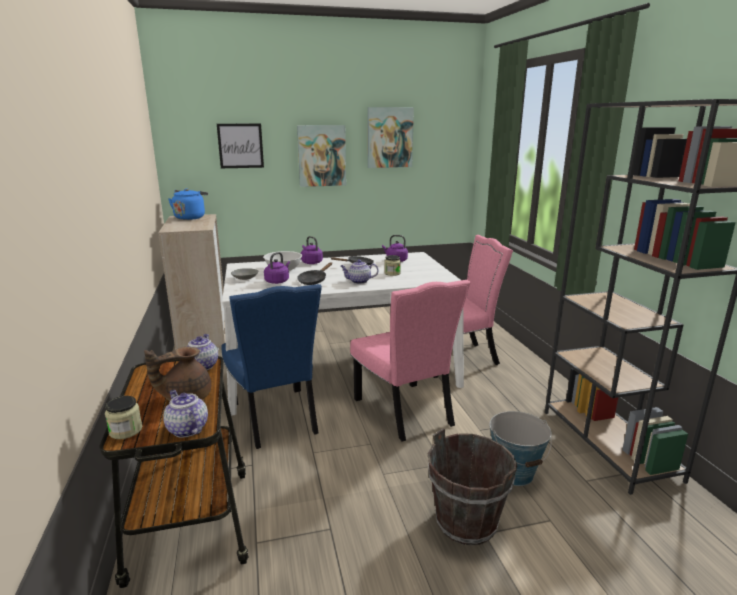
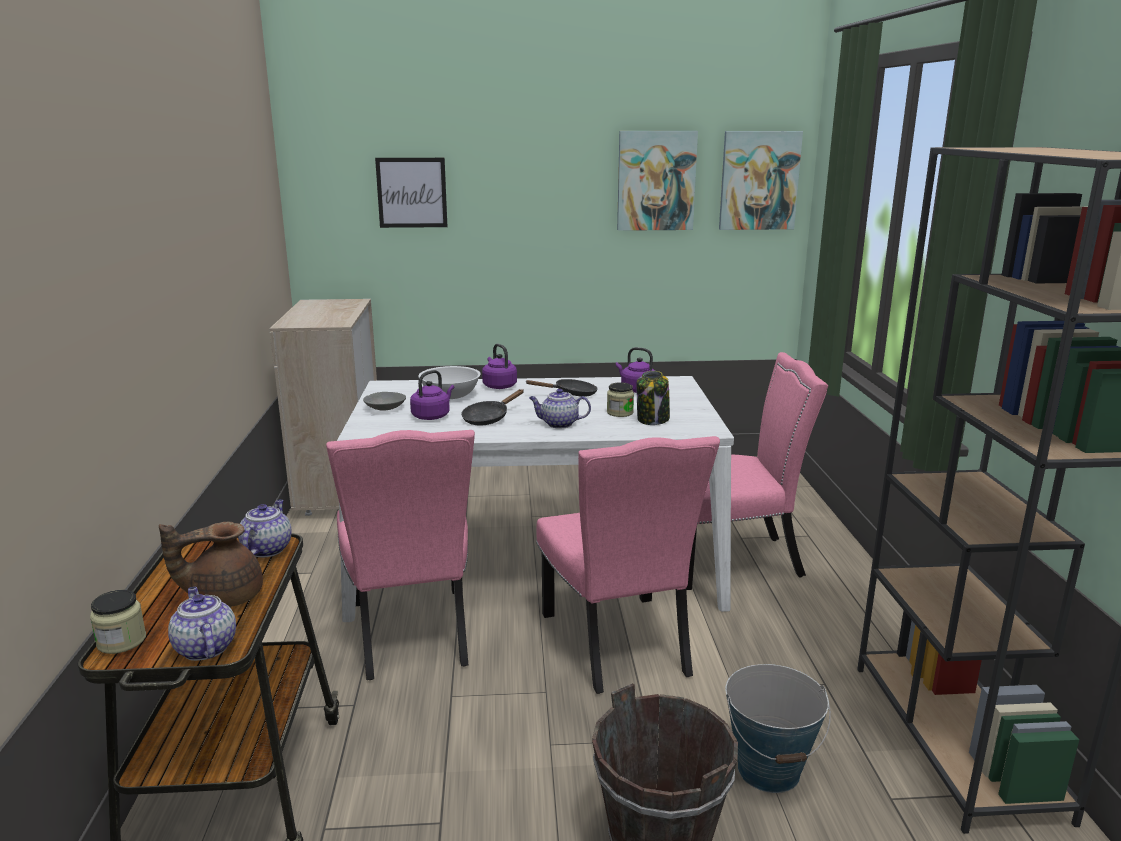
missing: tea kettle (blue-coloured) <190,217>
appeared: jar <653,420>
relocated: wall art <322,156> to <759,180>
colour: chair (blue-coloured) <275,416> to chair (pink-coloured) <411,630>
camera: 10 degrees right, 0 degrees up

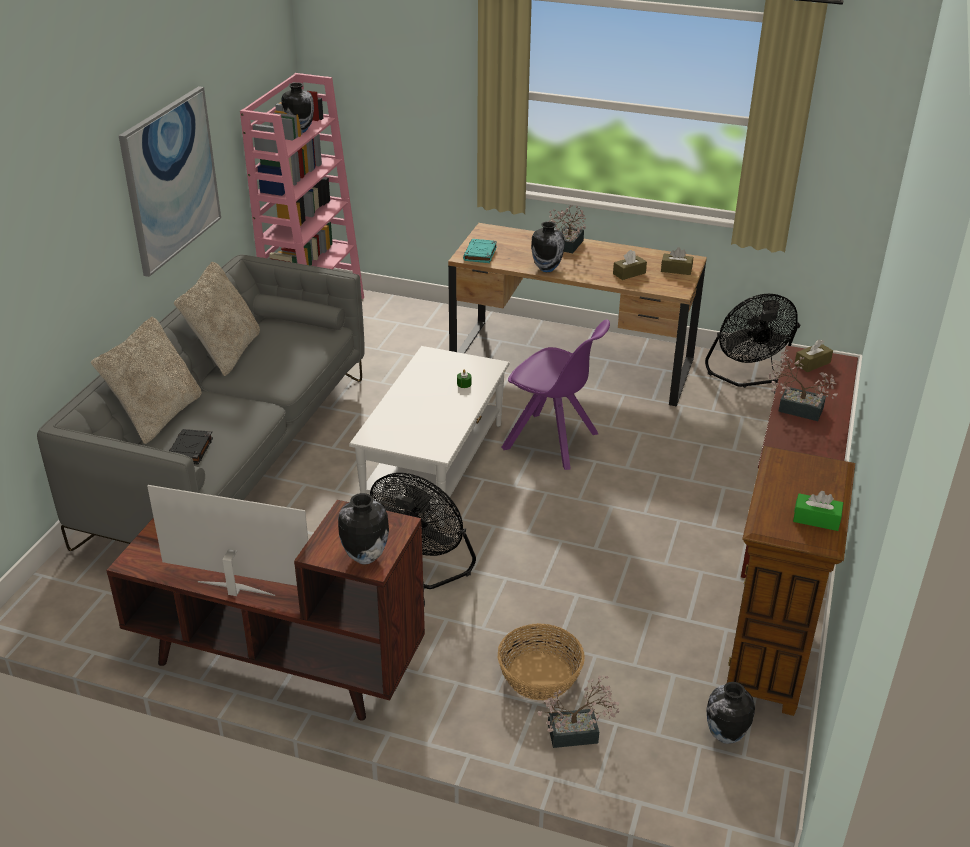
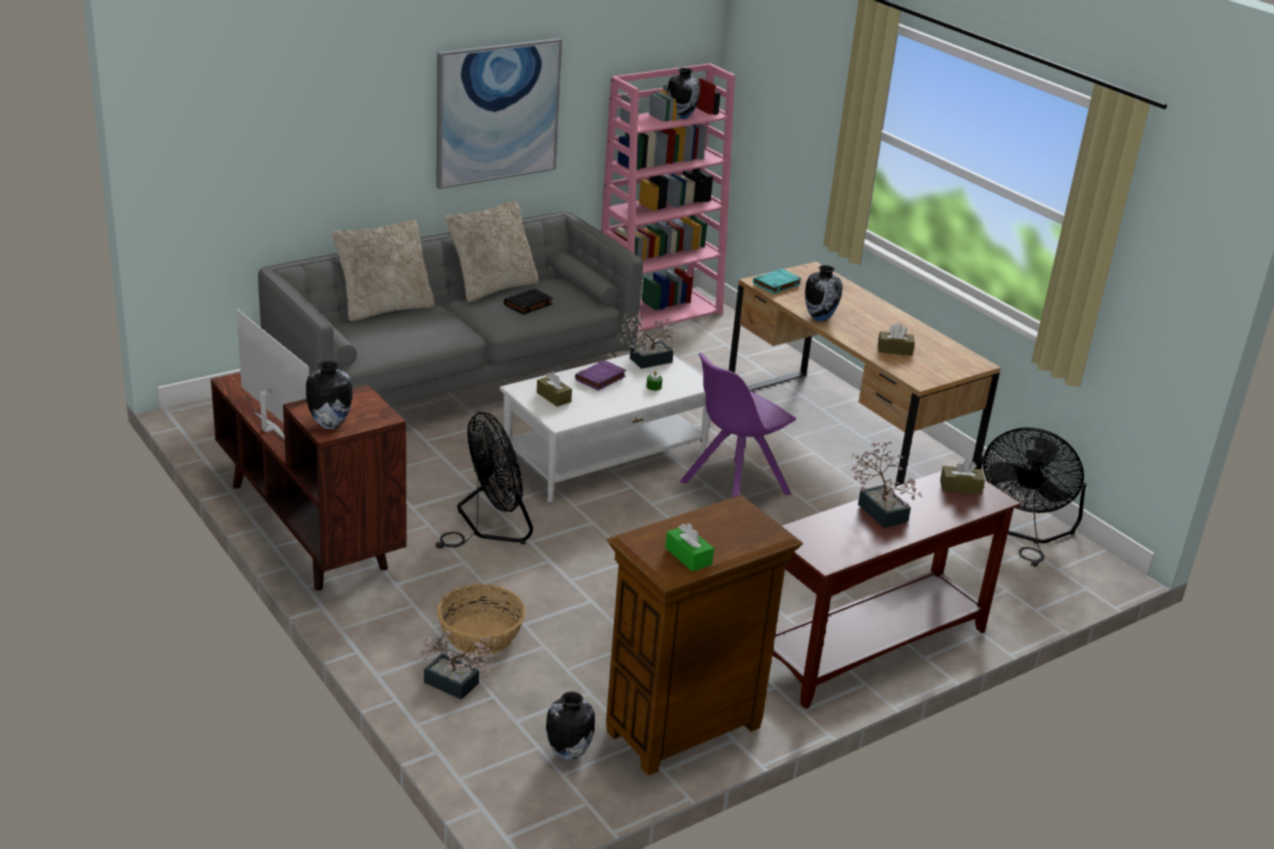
appeared: bound book (purple-coloured) <600,378>
relocated: bound book (black) <190,450> to <528,305>; tissue holder (brown-coloured) <676,270> to <553,397>; houseplant <566,246> to <646,361>
spun: chair (purple-coloured) <552,442> = <733,488> 75 degrees clockwise
camera: 35 degrees right, 5 degrees down

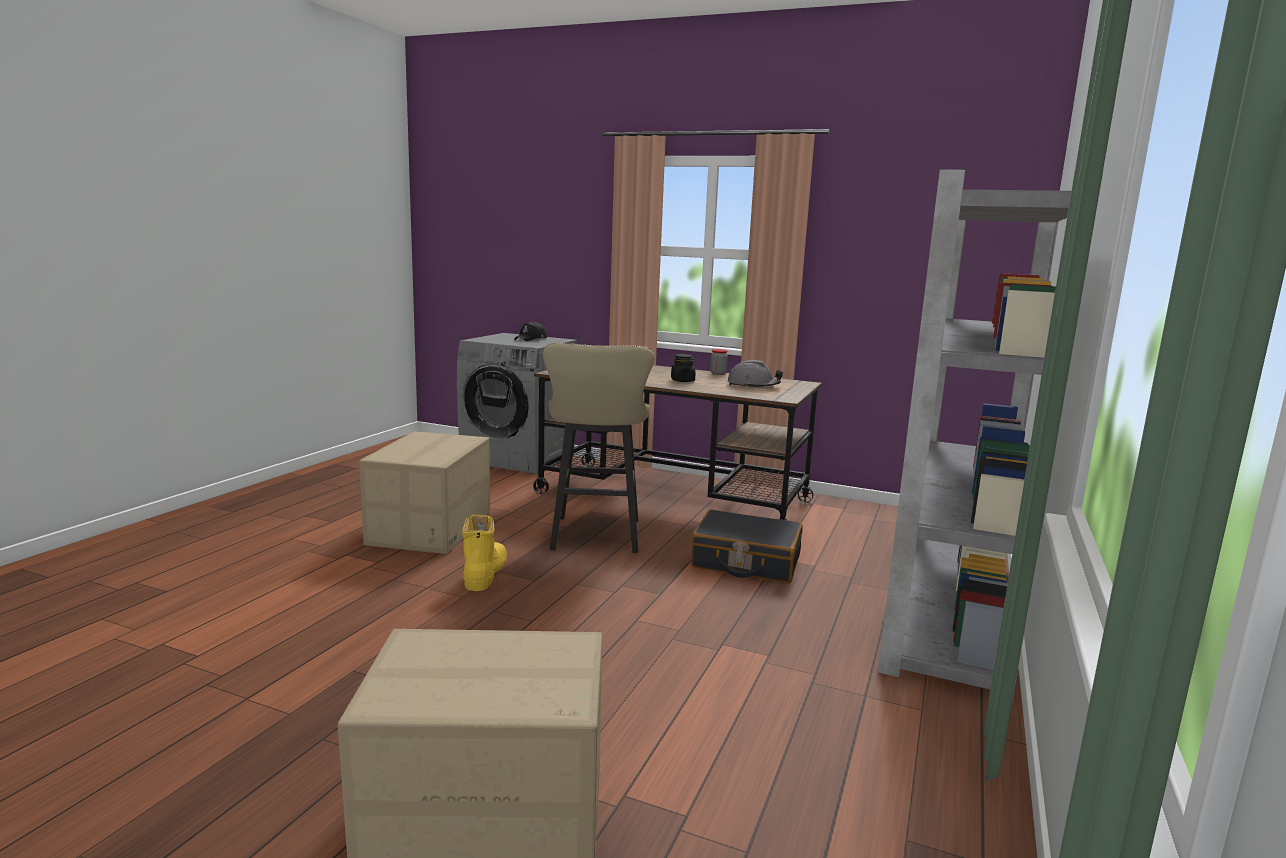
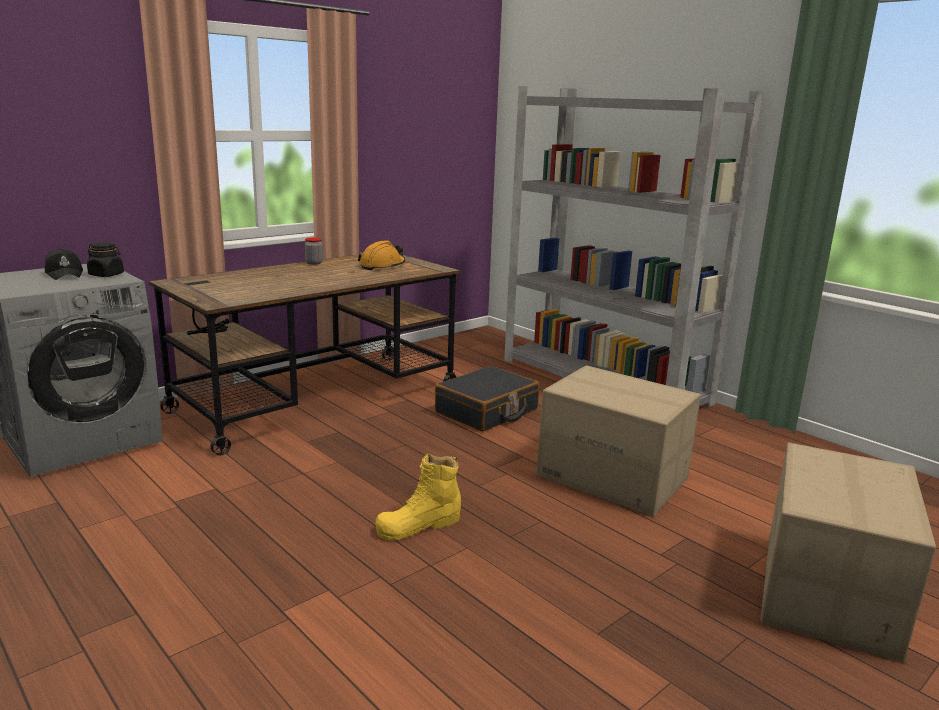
missing: sitting stool (beige-coloured) <595,539>
relocated: jar (black) <682,380> to <106,275>; packing box <431,529> to <613,477>
colour: work helmet (greyish) <753,386> to work helmet (orangey) <382,266>
spun: boot (yellow) <485,573> = <419,525> 60 degrees counterclockwise
camera: 65 degrees left, 5 degrees up

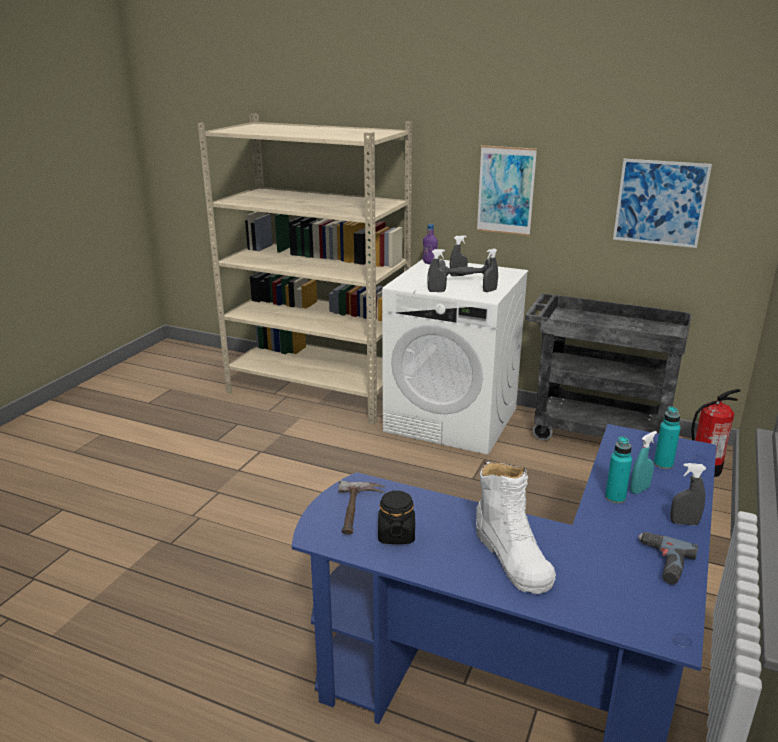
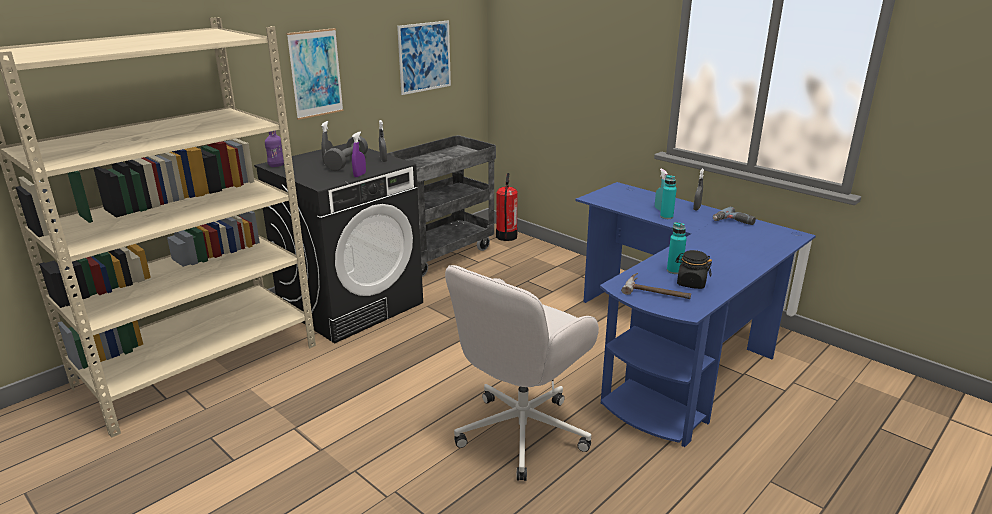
missing: boot (whitish) <512,557>
appeared: computer chair (whitish) <522,433>
relocated: bottle (turquoise) <663,464> to <674,271>
colour: laundry machine (whitish) <452,420> to laundry machine (black) <351,304>; sprayer (greyish) <436,291> to sprayer (purple-coloured) <359,175>
camera: 70 degrees left, 0 degrees up

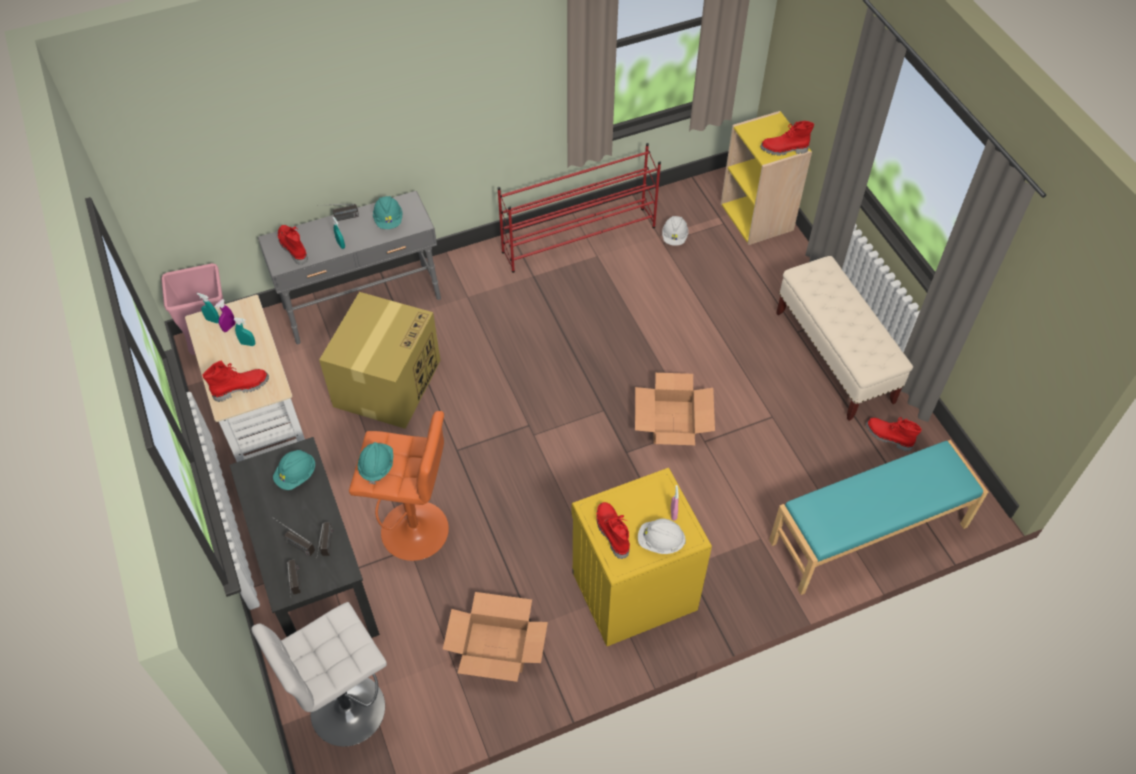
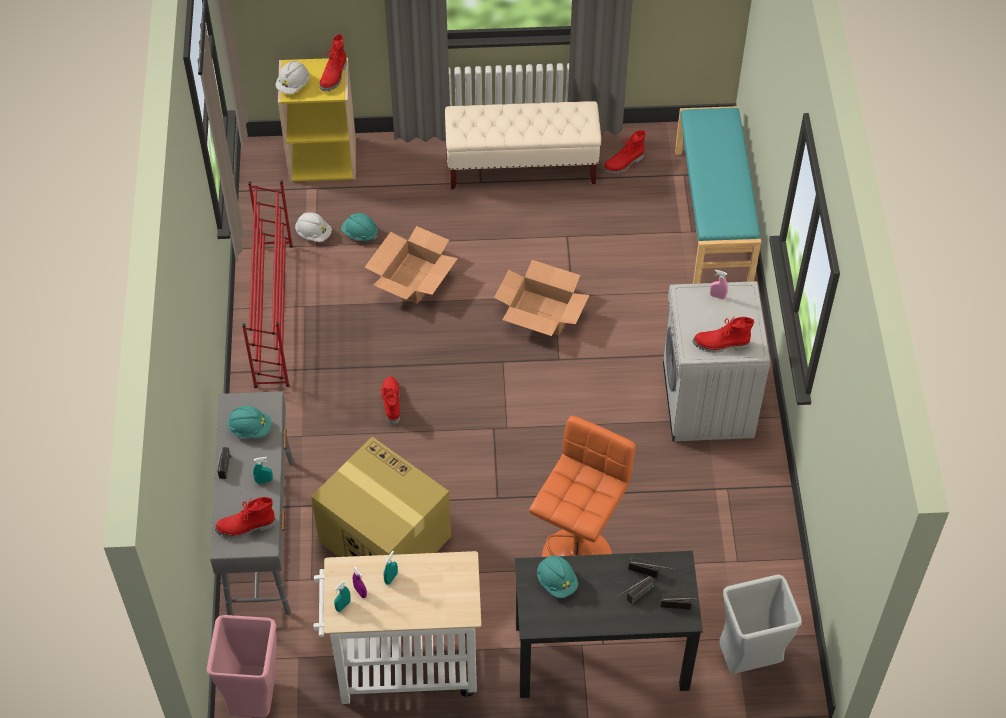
relocated: work helmet (whitish) <660,542> to <293,85>; work helmet (turquoise) <376,466> to <360,233>; packing box <496,647> to <412,278>; boot (red) <241,387> to <391,403>
exchanged: sitting stool (whitish) <346,709> to waste bin (greyish) <748,660>
colour: laundry machine (yellow) <632,589> to laundry machine (whitish) <705,401>
camera: 70 degrees left, 0 degrees up

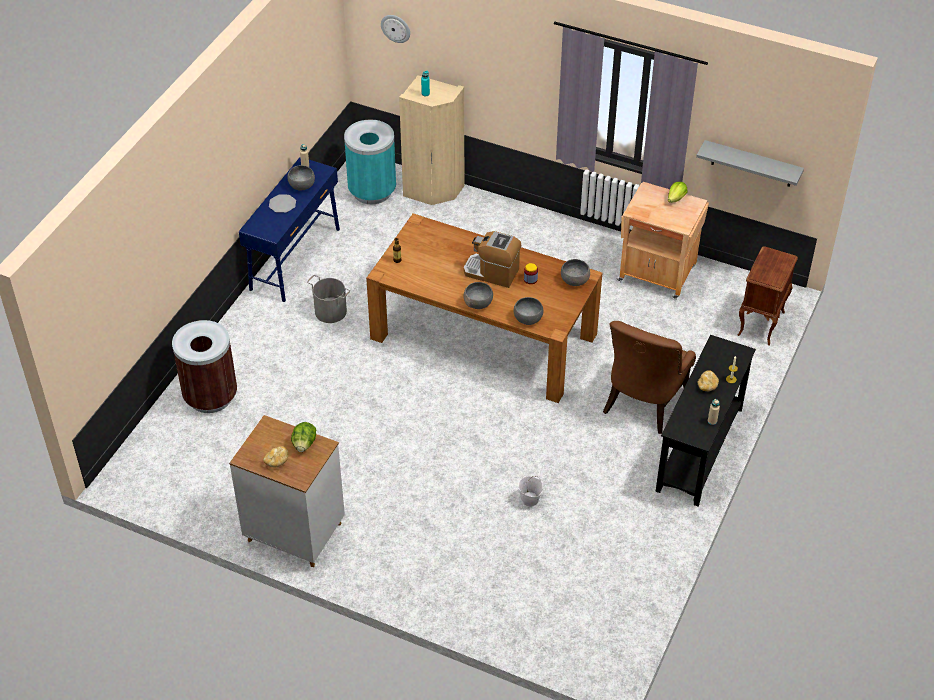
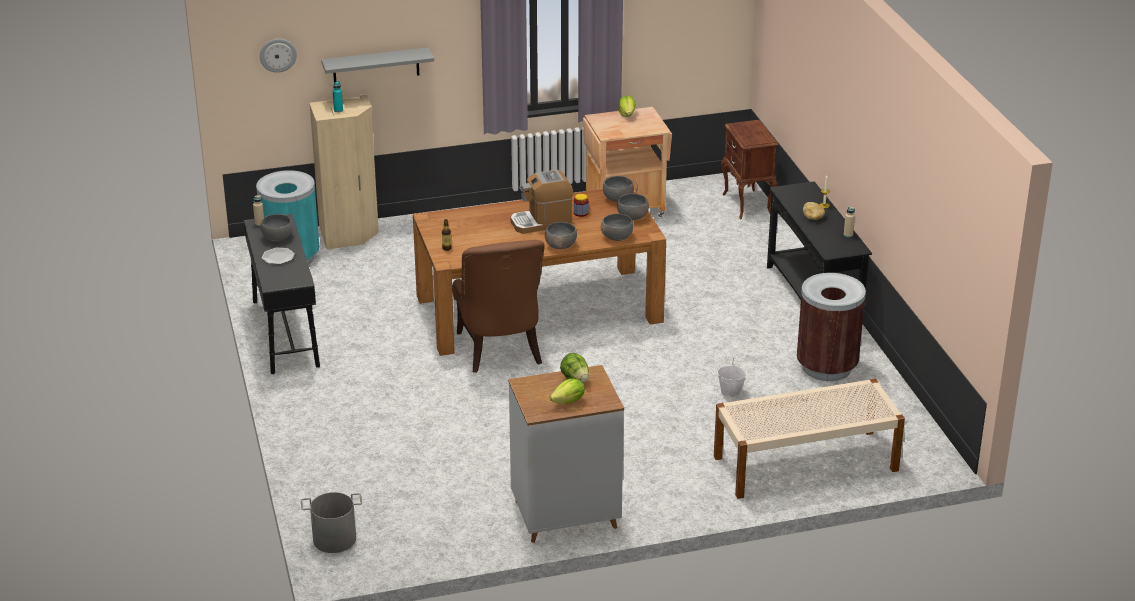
appeared: deep dish (greyish) <632,216>; indoor bench (beige-coloured) <805,464>
relocated: bucket (greyish) <331,311> to <334,538>; shelf (greyish) <752,164> to <376,66>; chair (brown-coloured) <644,401> to <500,349>; waste bin (brown-coloured) <211,396> to <827,367>
exchanged: bakery bread <276,461> to lettuce <568,401>
colour: hall table (blue-coloured) <296,259> to hall table (black) <286,334>
camera: 40 degrees left, 15 degrees down

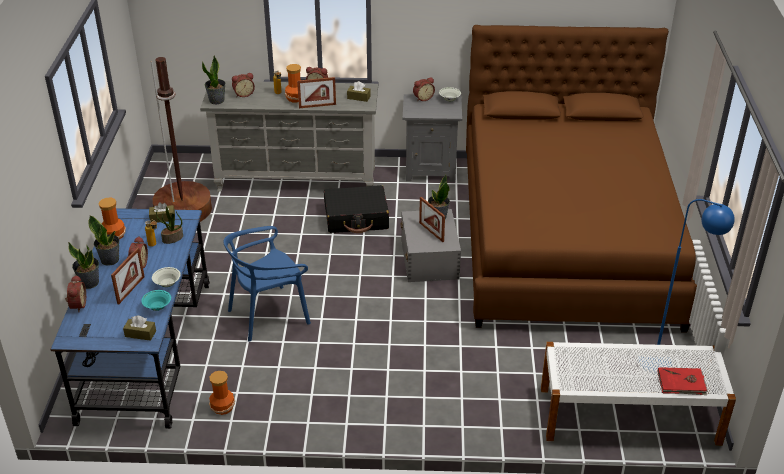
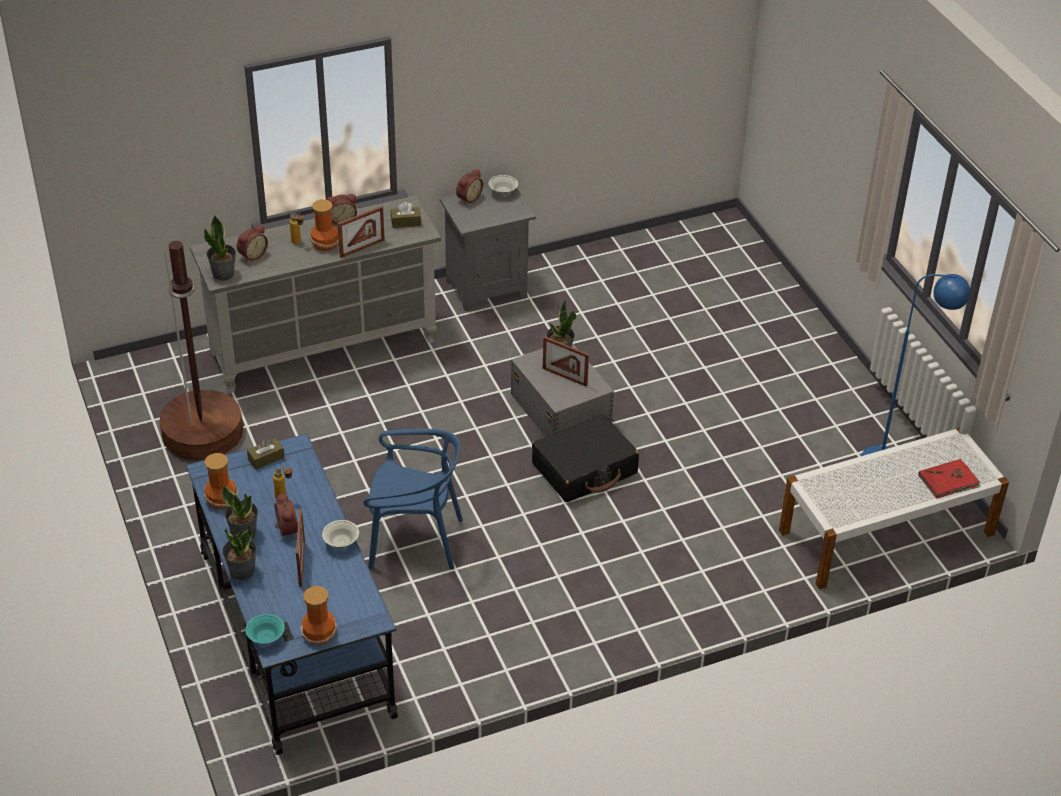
missing: alarm clock <77,305>; tissue holder (brown-coloured) <140,334>; houseplant <172,239>; bed (brown-coloured) <566,237>
relocated: deep dish (turquoise) <157,307> to <266,638>; decorative vase <223,406> to <320,633>; suitcase (black) <356,218> to <585,469>
spun: chair (blue-coloured) <269,315> = <414,540> 120 degrees counterclockwise
camera: 25 degrees left, 5 degrees up

